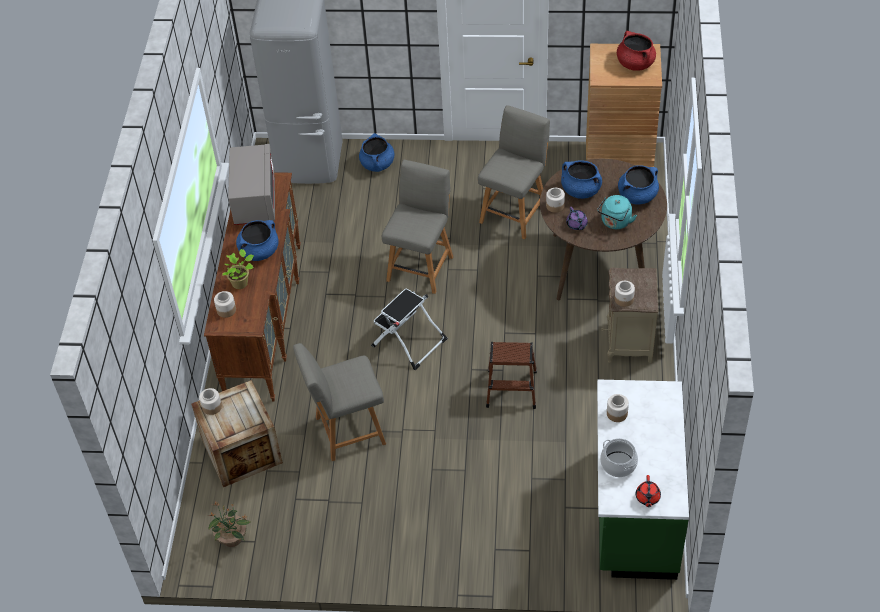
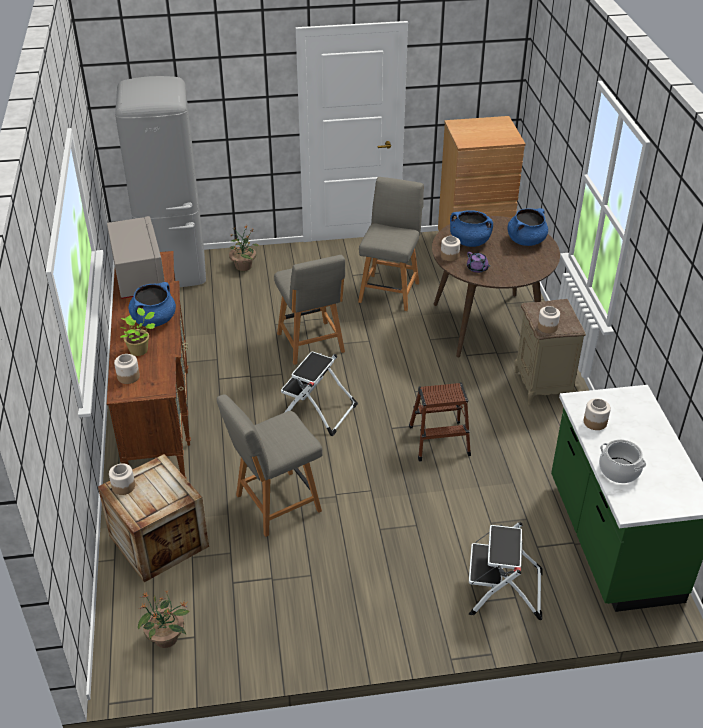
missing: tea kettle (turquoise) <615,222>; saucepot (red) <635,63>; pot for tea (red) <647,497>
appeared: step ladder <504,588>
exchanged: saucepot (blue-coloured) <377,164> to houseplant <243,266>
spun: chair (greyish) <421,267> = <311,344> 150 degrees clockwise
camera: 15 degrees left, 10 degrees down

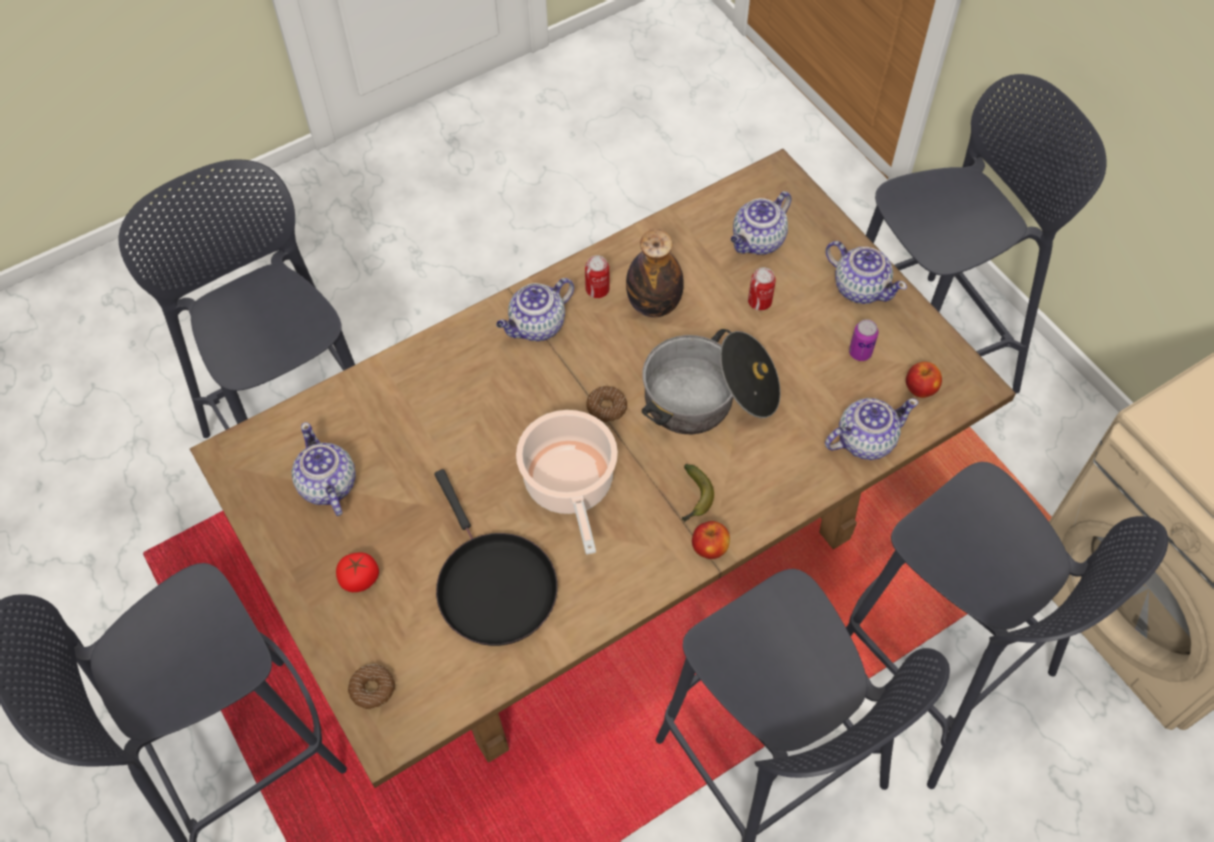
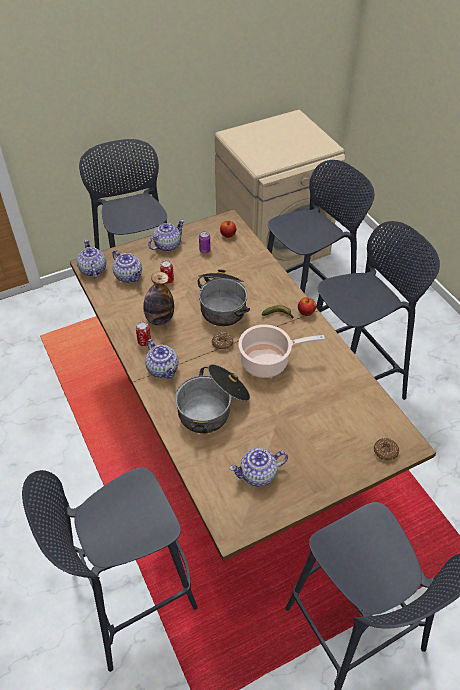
missing: tomato <360,578>; skillet (black) <493,585>
appeared: saucepot <213,407>
relocated: pot for tea <864,440> to <93,270>
camera: 85 degrees left, 10 degrees down

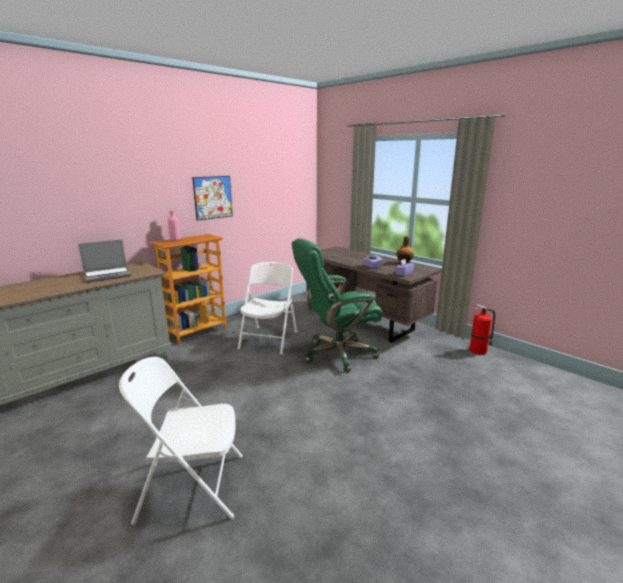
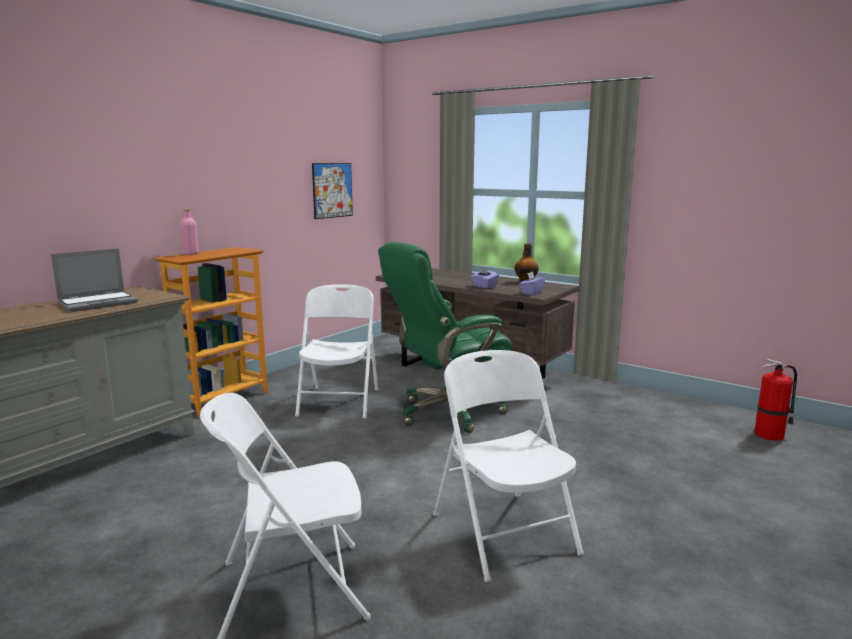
appeared: chair (whitish) <504,533>
relocated: wall art <213,197> to <332,190>; extinguisher <478,351> to <770,435>
camera: 10 degrees left, 5 degrees down

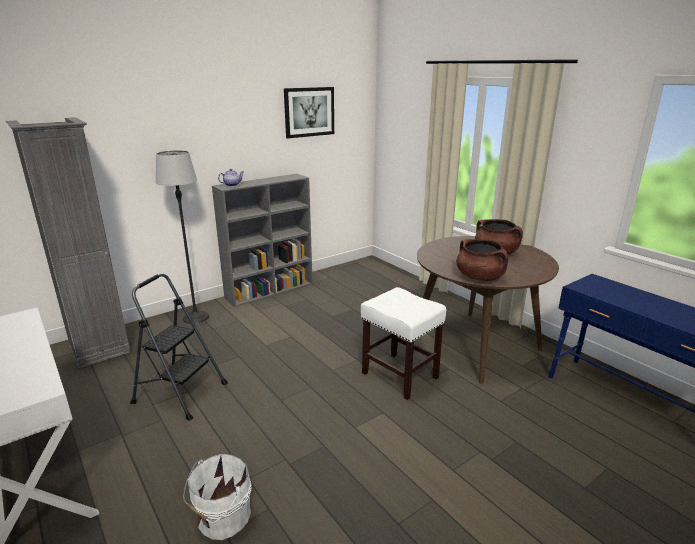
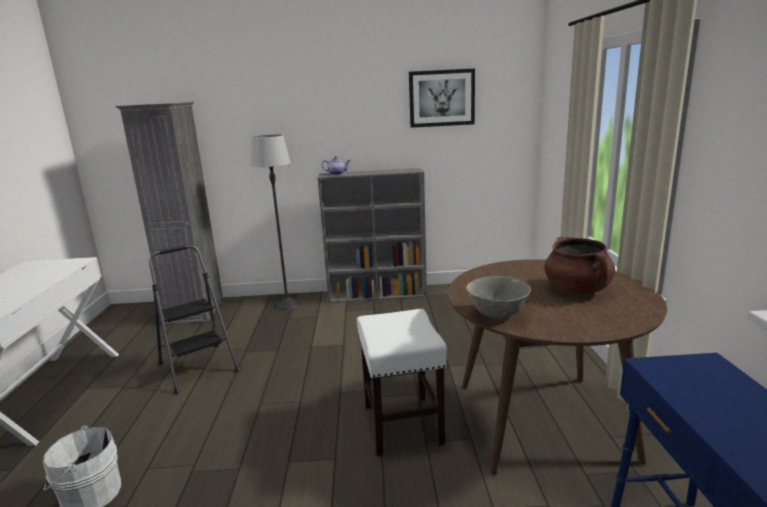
exchanged: saucepot (brown-coloured) <480,277> to deep dish (greyish) <497,314>
camera: 35 degrees right, 5 degrees down

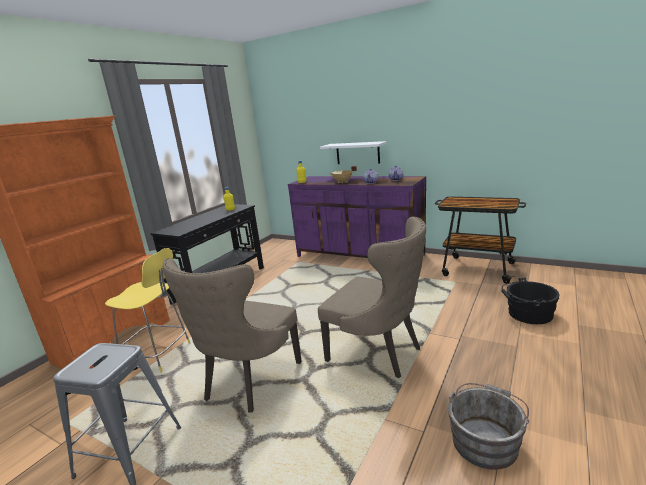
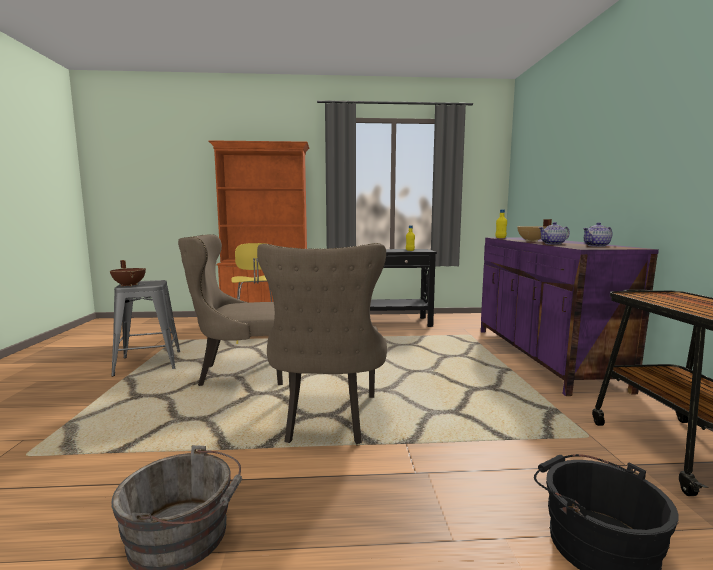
missing: shelf (whitish) <357,153>
appeared: saucepot (brown-coloured) <130,285>
camera: 55 degrees right, 10 degrees down

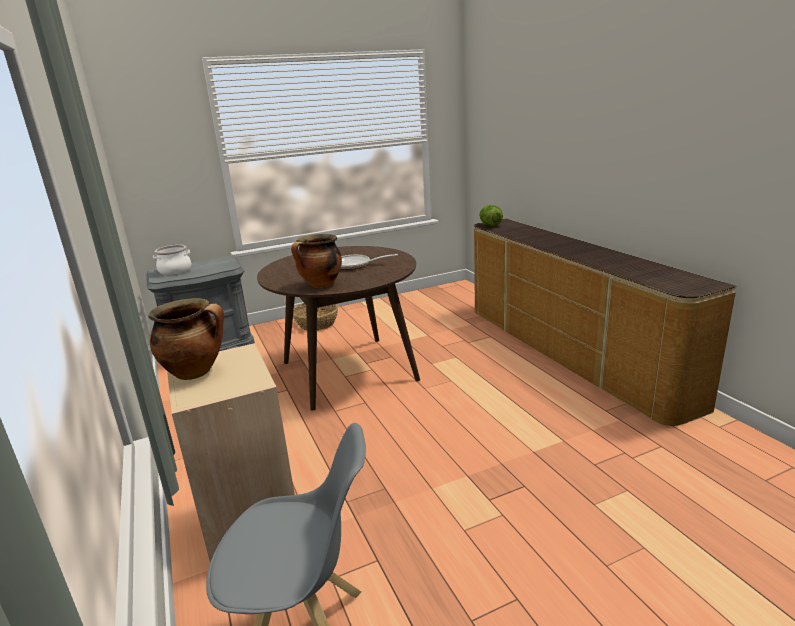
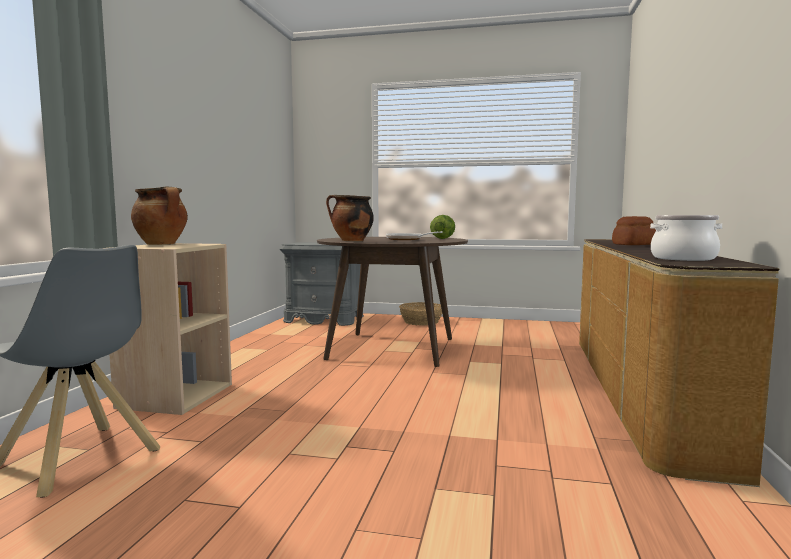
appeared: bakery bread <634,244>
relocated: lettuce <490,225> to <442,238>; saucepot <175,271> to <683,258>
camera: 35 degrees right, 15 degrees down

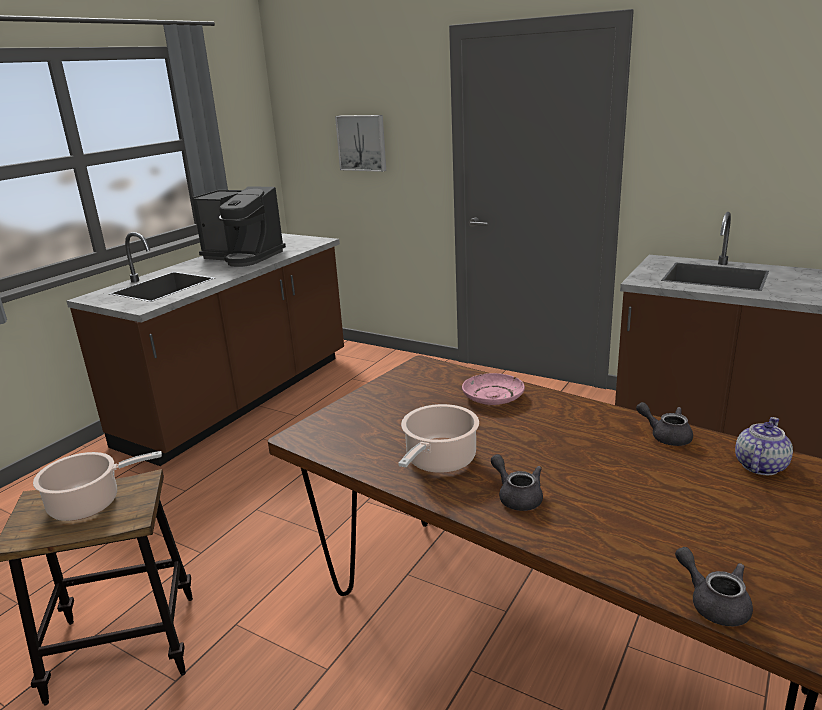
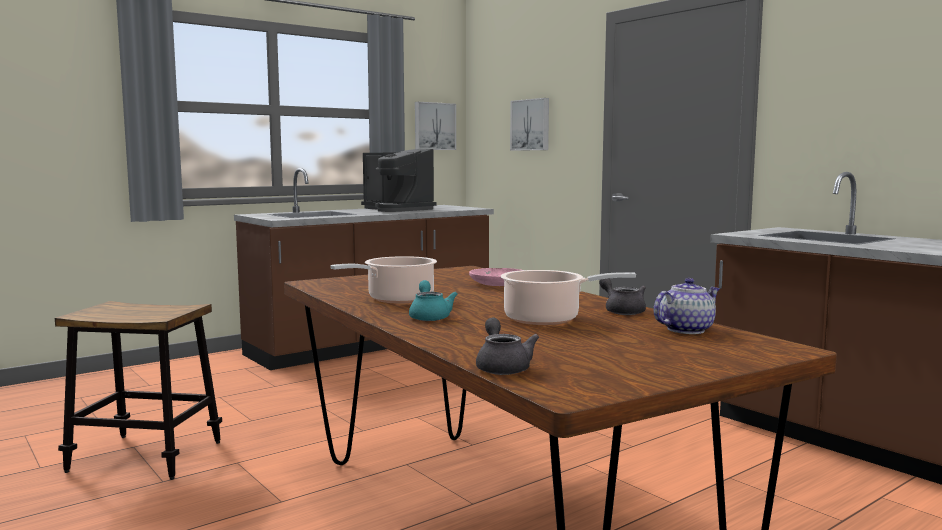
appeared: wall art <434,126>
relocated: saucepot <90,503> to <547,319>
colour: pot for tea (greyish) <517,496> to pot for tea (turquoise) <430,316>
camera: 20 degrees right, 15 degrees down

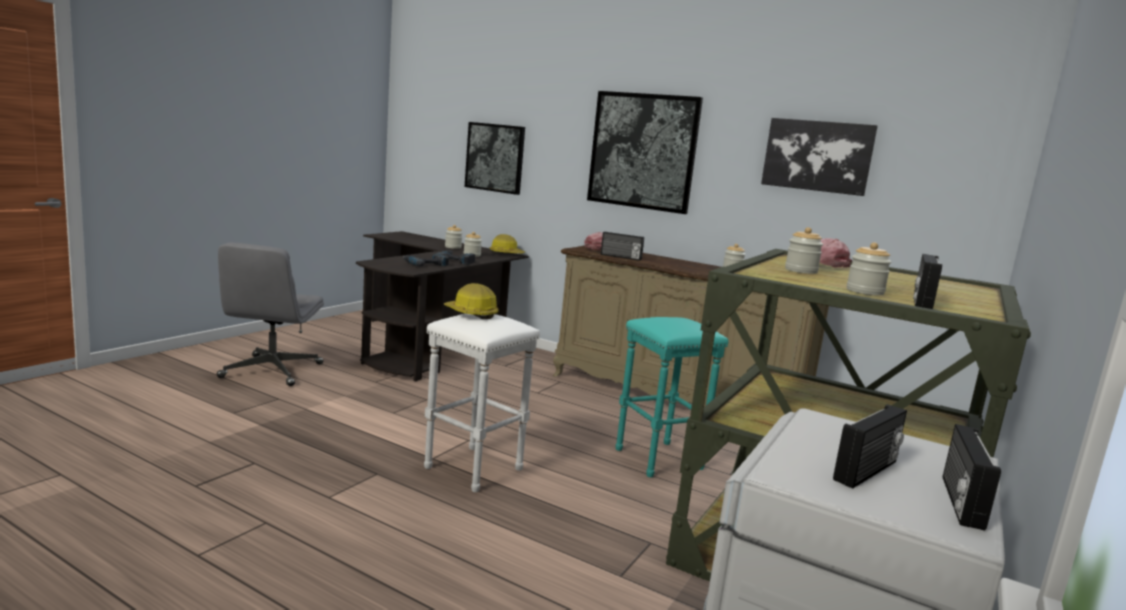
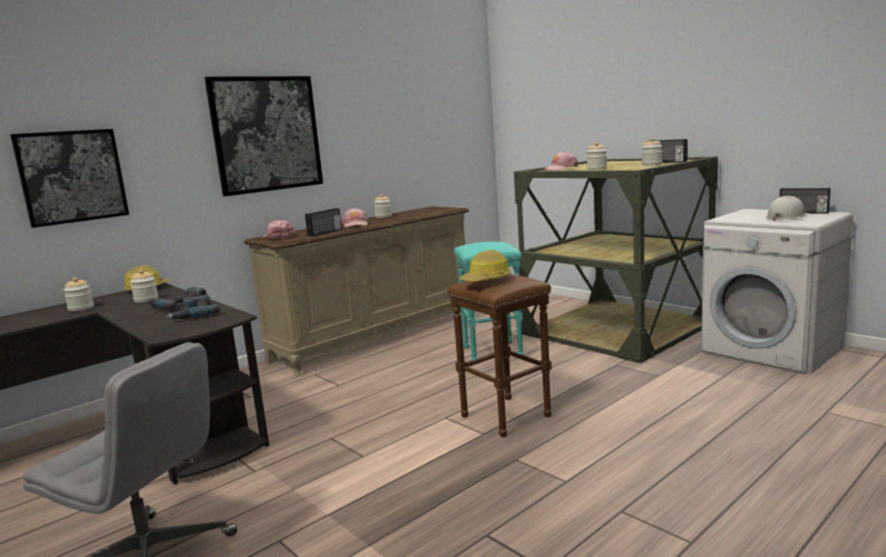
missing: wall art <817,156>
appeared: peaked cap (pink-coloured) <355,224>
exchanged: radio set <867,471> to work helmet (whitish) <786,217>
colour: sitting stool (whitish) <476,468> to sitting stool (brown-coloured) <505,415>
camera: 70 degrees left, 0 degrees up

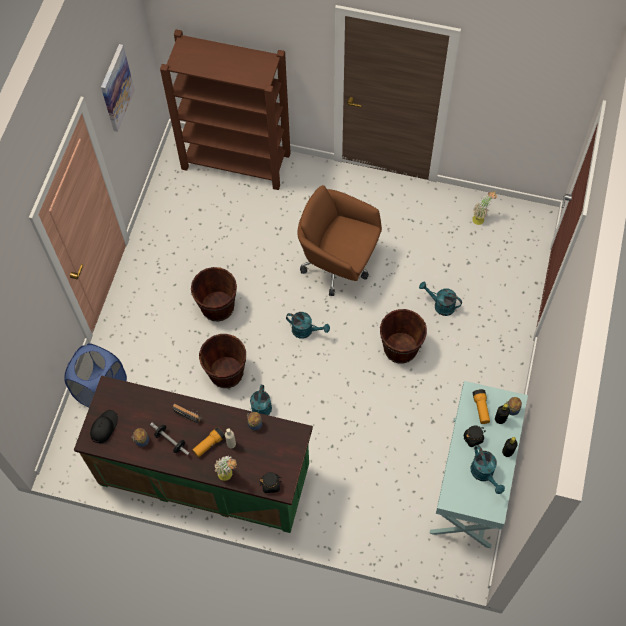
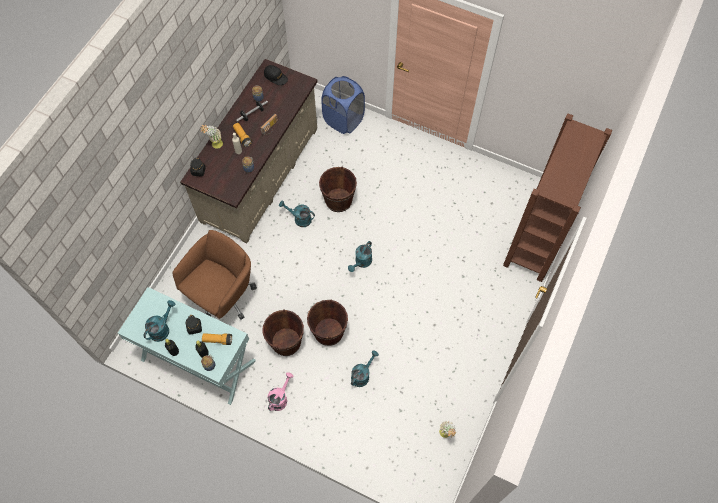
missing: wall art <116,88>
appeared: watering can (pink-coloured) <280,398>
relocated: computer chair (brown-coloured) <338,266> to <224,298>; bucket (brown-coloured) <217,306> to <286,342>
colour: cupboard (greenish) <204,475> to cupboard (beige-coloured) <261,175>
spun: watering can (turquoise) <484,474> = <162,328> 135 degrees clockwise
camera: 100 degrees right, 0 degrees up

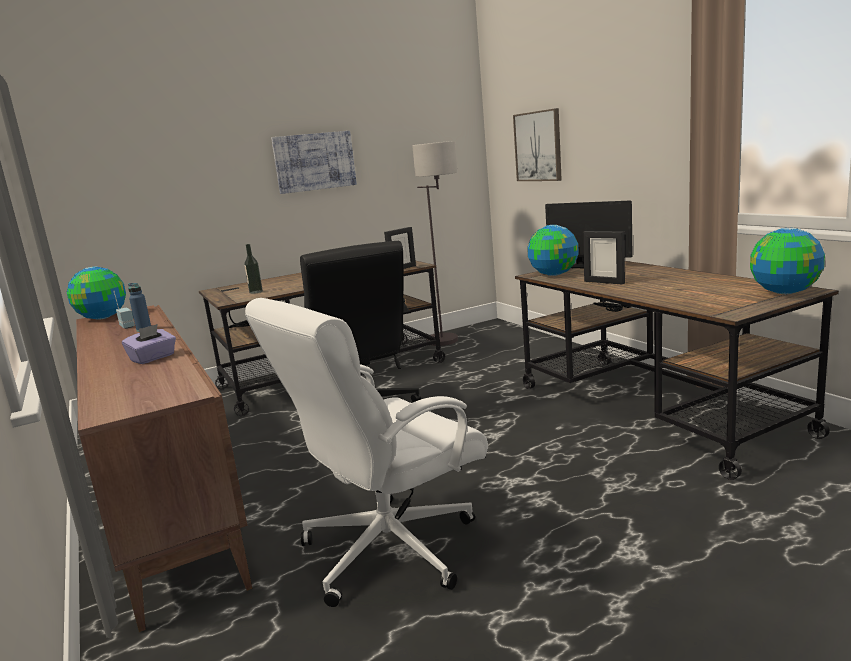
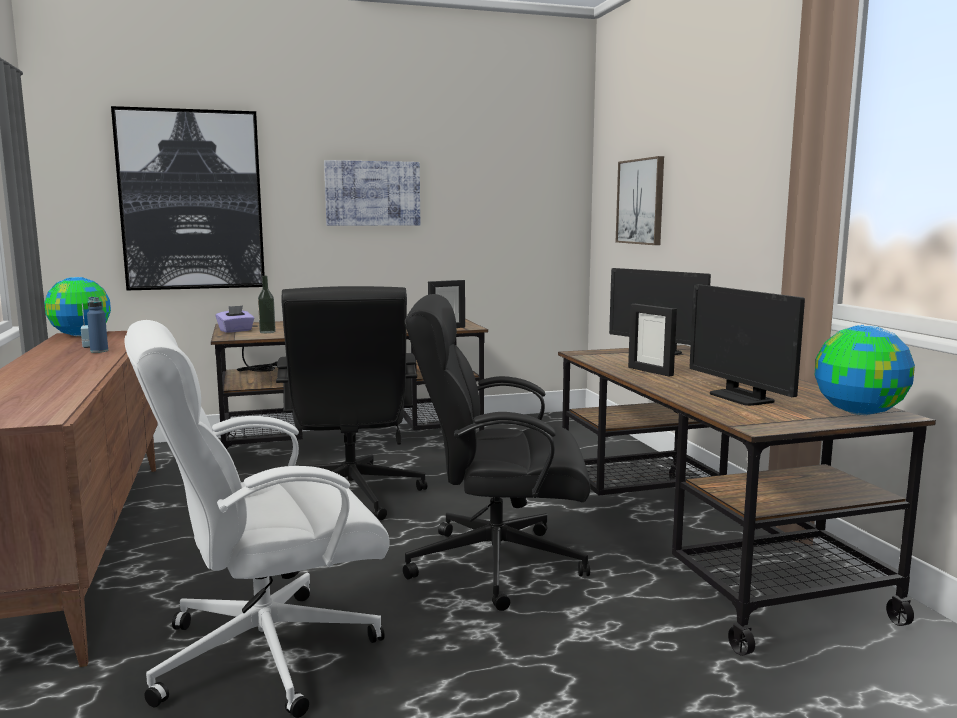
missing: floor lamp (greyish) <448,342>; globe <553,274>
appeared: wall art <191,200>; computer chair (black) <497,564>; monitor <741,397>
relocated: tissue holder (purple-coloured) <153,358> to <236,330>
camera: 10 degrees right, 5 degrees down

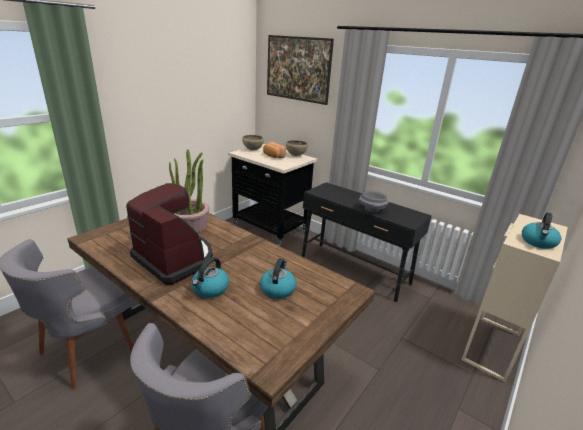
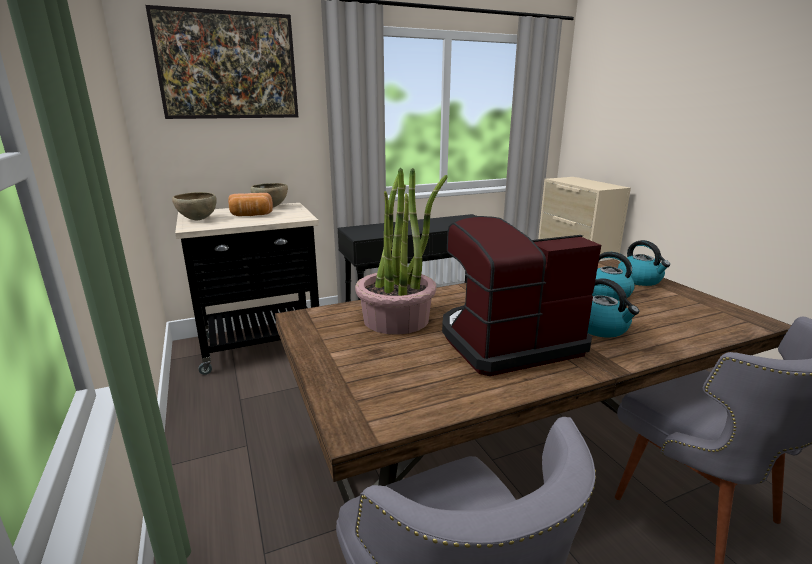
missing: deep dish (greyish) <371,209>
relocated: tea kettle <538,242> to <640,280>
camera: 60 degrees left, 5 degrees down

